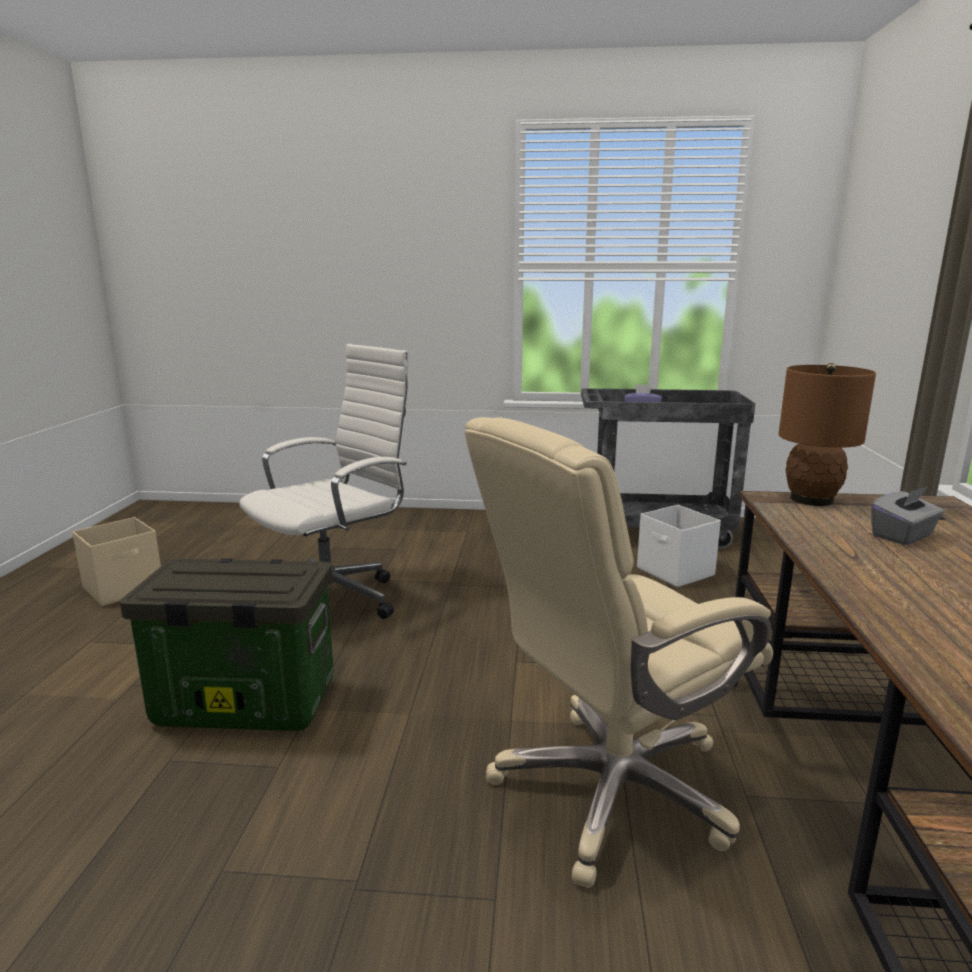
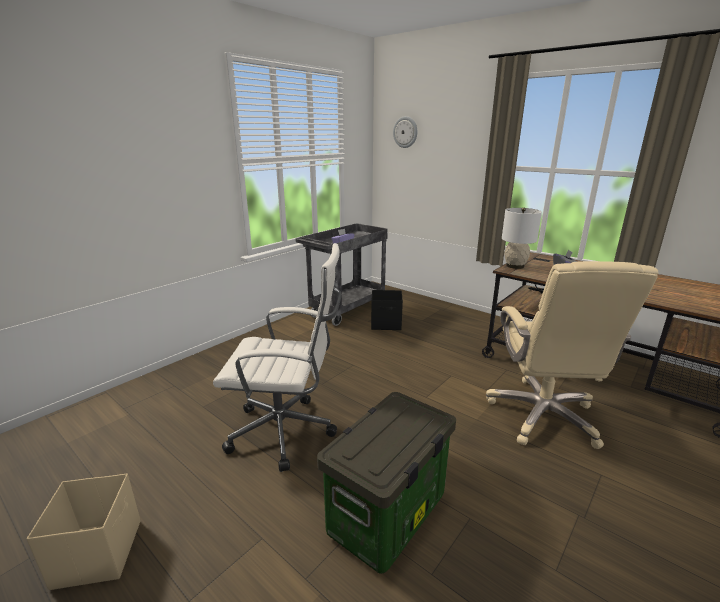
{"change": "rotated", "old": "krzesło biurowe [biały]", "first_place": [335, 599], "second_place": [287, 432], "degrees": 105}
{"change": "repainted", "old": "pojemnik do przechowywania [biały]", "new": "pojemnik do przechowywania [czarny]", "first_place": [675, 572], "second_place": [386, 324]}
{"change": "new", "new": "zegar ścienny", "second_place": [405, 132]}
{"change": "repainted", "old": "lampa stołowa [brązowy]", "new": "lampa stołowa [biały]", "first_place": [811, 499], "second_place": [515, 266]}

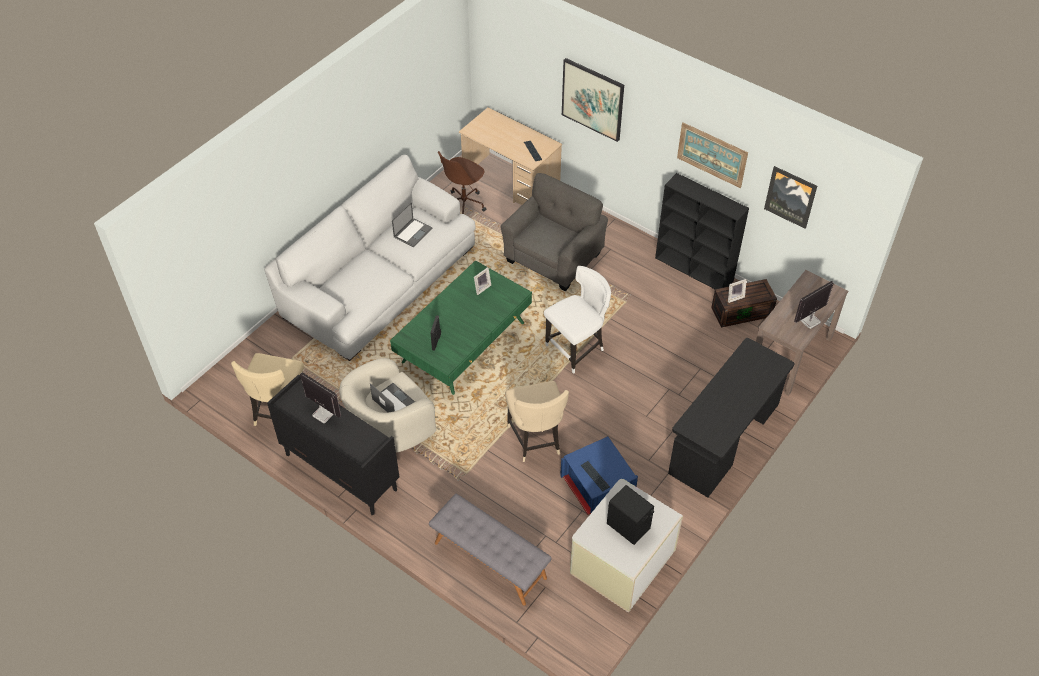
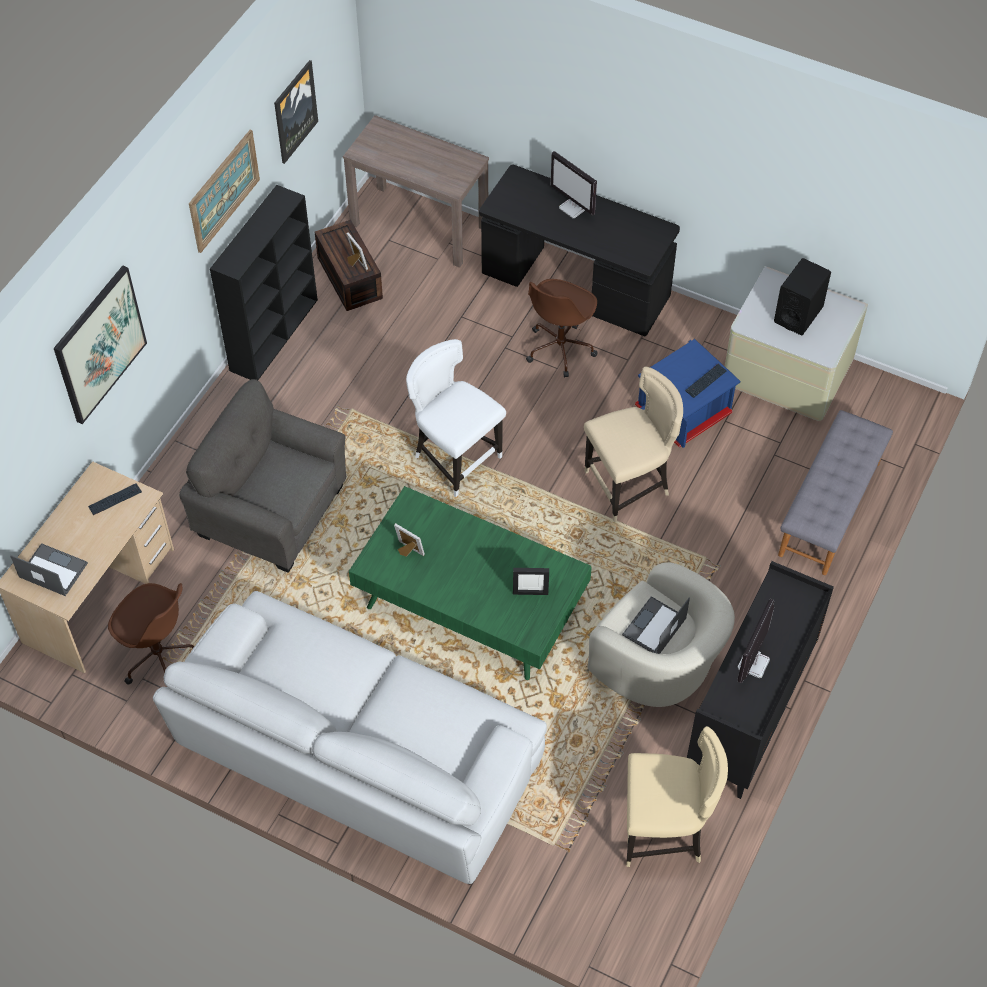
{"change": "shifted", "old": "laptop", "first_place": [413, 232], "second_place": [52, 570]}
{"change": "new", "new": "krzesło biurowe [brązowy]", "second_place": [559, 351]}
{"change": "shifted", "old": "monitor", "first_place": [810, 321], "second_place": [573, 208]}

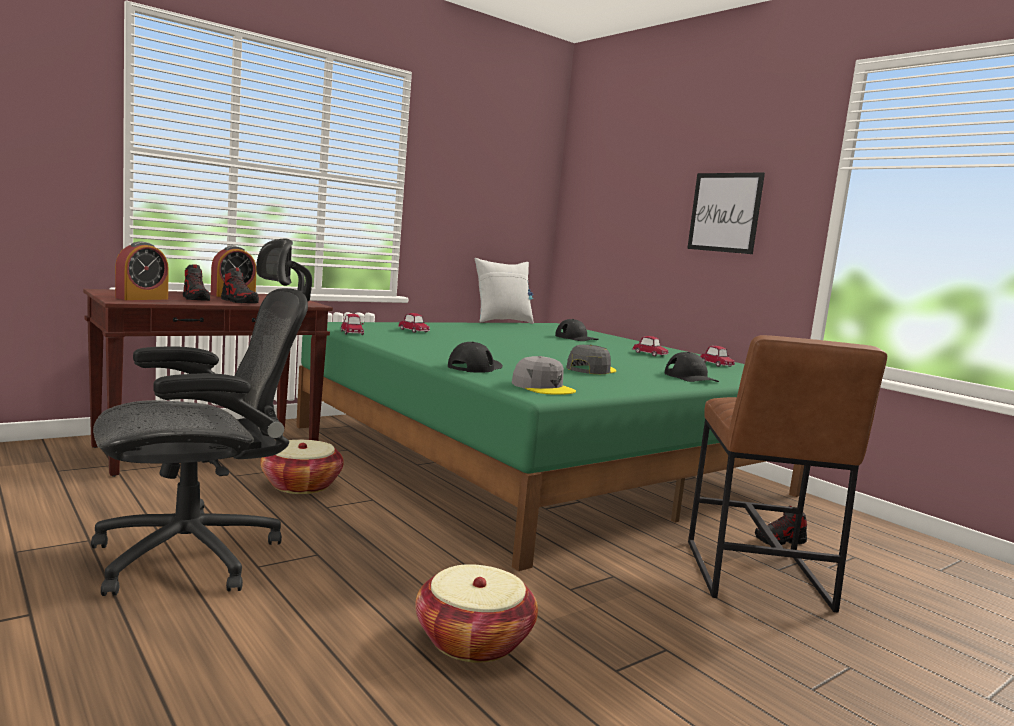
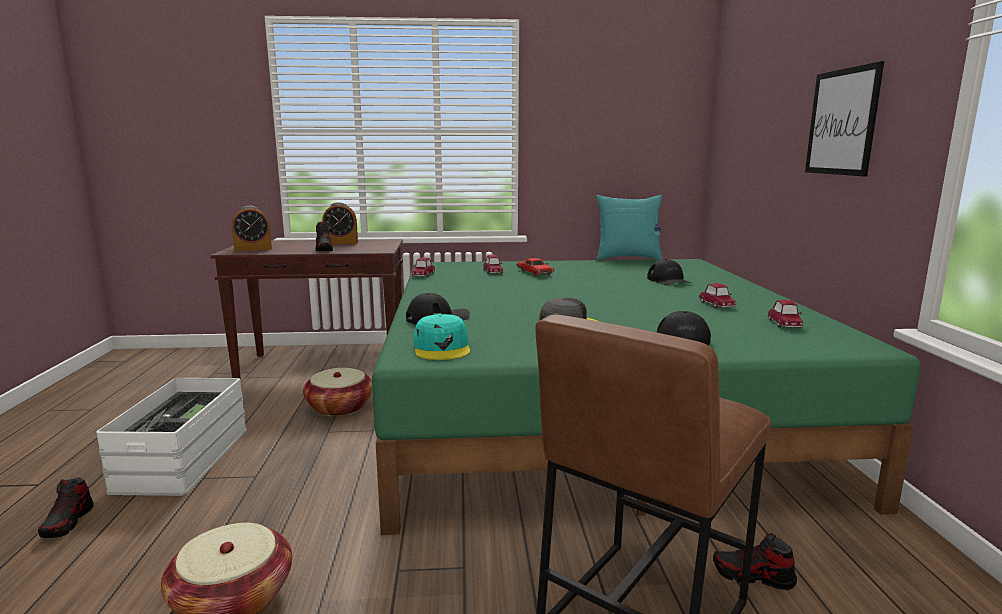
{"change": "shifted", "old": "but", "first_place": [195, 298], "second_place": [68, 522]}
{"change": "swapped", "old": "krzesło biurowe", "new": "pojemnik do przechowywania [biały]", "first_place": [198, 555], "second_place": [184, 458]}
{"change": "repainted", "old": "czapka z daszkiem [szary]", "new": "czapka z daszkiem [turkusowy]", "first_place": [543, 387], "second_place": [442, 348]}
{"change": "new", "new": "samochodzik [czerwony]", "second_place": [534, 273]}
{"change": "repainted", "old": "poduszka [szary]", "new": "poduszka [turkusowy]", "first_place": [502, 322], "second_place": [627, 259]}

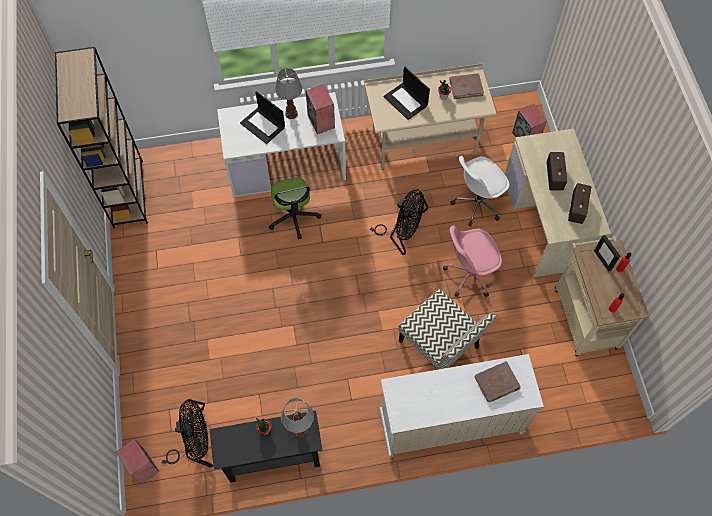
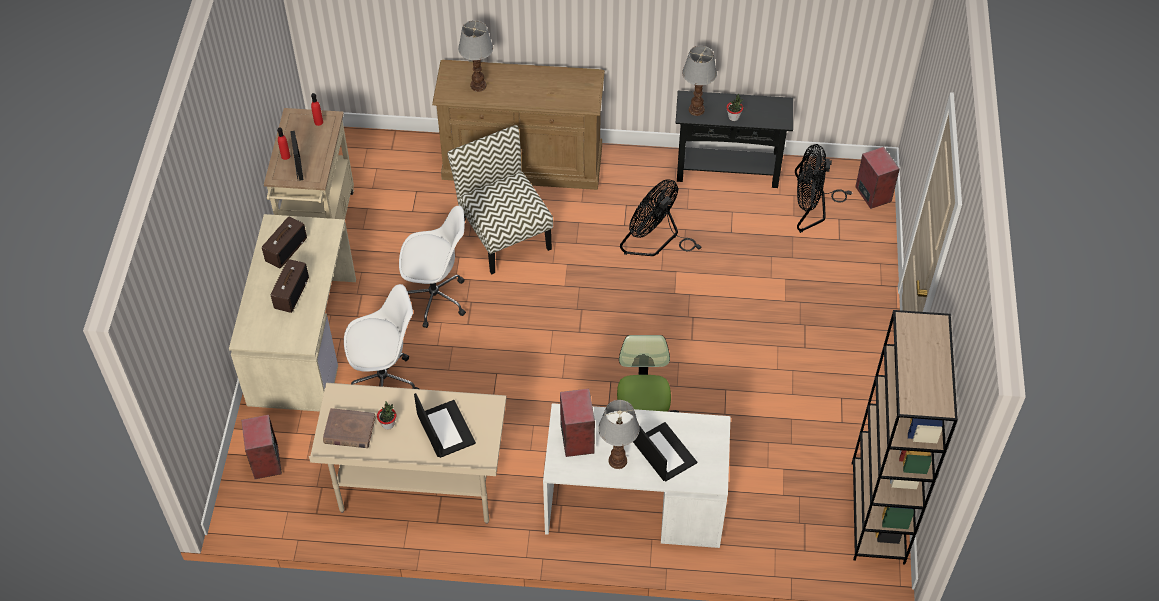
{"change": "repainted", "old": "krzesło biurowe [różowy]", "new": "krzesło biurowe [biały]", "first_place": [468, 276], "second_place": [437, 299]}
{"change": "repainted", "old": "szafka [biały]", "new": "szafka [brązowy]", "first_place": [450, 421], "second_place": [523, 163]}
{"change": "swapped", "old": "książka [brązowy]", "new": "lampa stołowa", "first_place": [497, 383], "second_place": [478, 86]}
{"change": "shifted", "old": "wentylator [czarny]", "first_place": [402, 230], "second_place": [659, 238]}

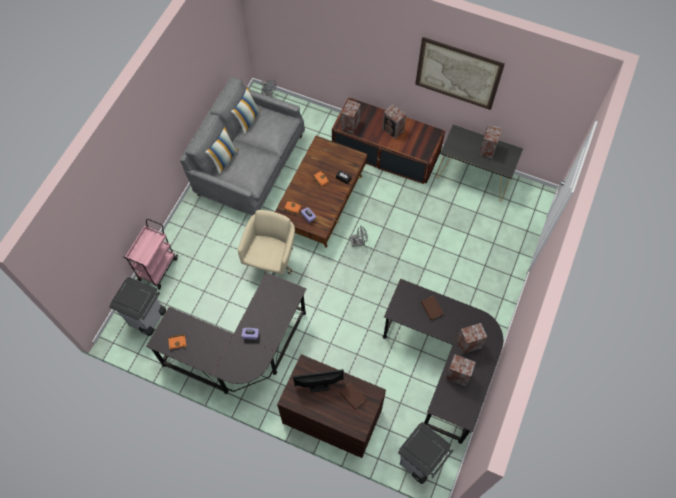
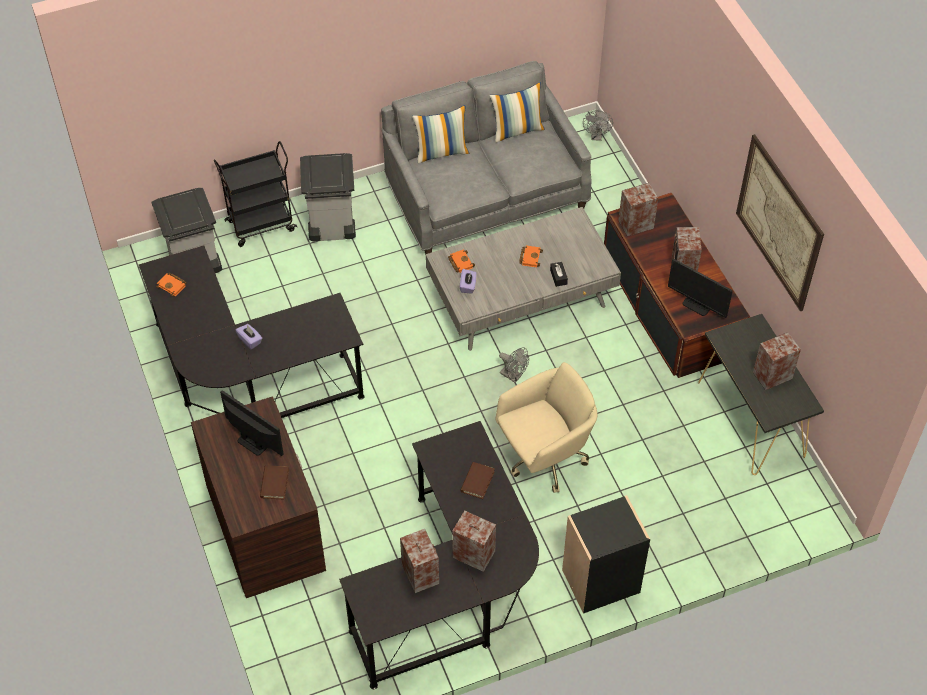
{"change": "repainted", "old": "wózek [różowy]", "new": "wózek [czarny]", "first_place": [158, 269], "second_place": [262, 225]}
{"change": "shifted", "old": "kosz na śmieci [szary]", "first_place": [419, 462], "second_place": [331, 228]}
{"change": "repainted", "old": "ława [brązowy]", "new": "ława [szary]", "first_place": [321, 202], "second_place": [521, 297]}
{"change": "shifted", "old": "krzesło biurowe [beżowy]", "first_place": [271, 263], "second_place": [543, 461]}
{"change": "new", "new": "regał [czarny]", "second_place": [600, 582]}
{"change": "new", "new": "monitor", "second_place": [697, 305]}

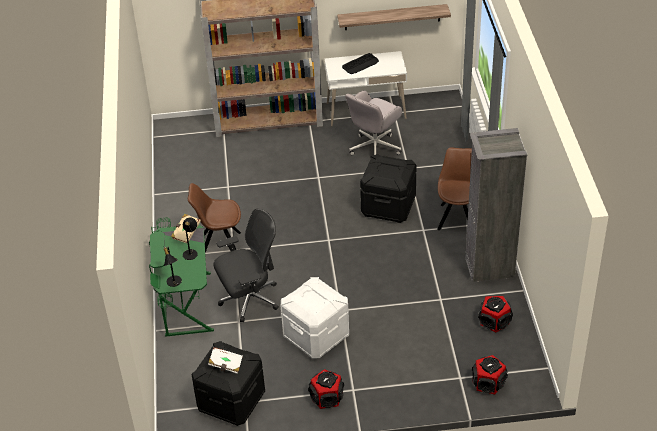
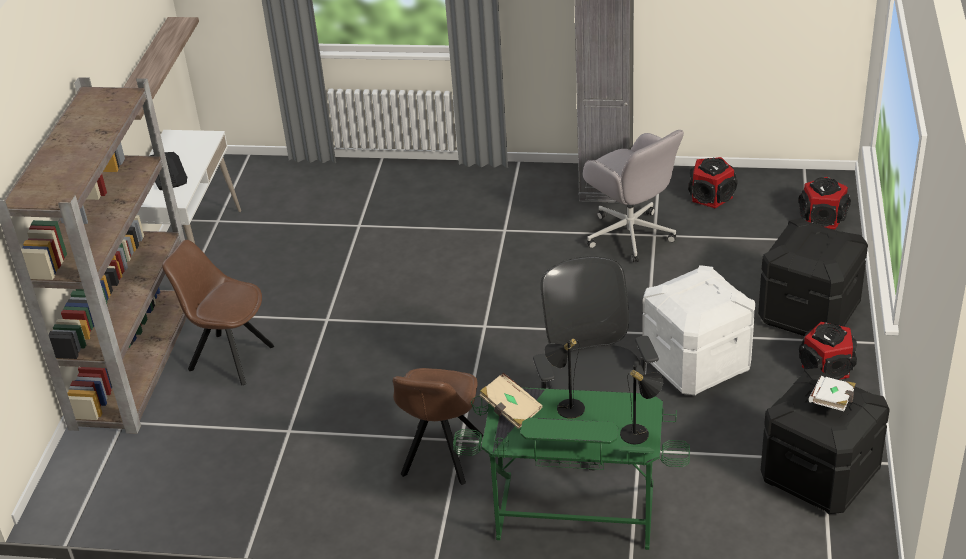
{"change": "shifted", "old": "krzesło [brązowy]", "first_place": [457, 218], "second_place": [230, 358]}
{"change": "shifted", "old": "krzesło biurowe [szary]", "first_place": [374, 149], "second_place": [630, 236]}
{"change": "shifted", "old": "pojemnik do przechowywania [czarny]", "first_place": [389, 206], "second_place": [808, 313]}

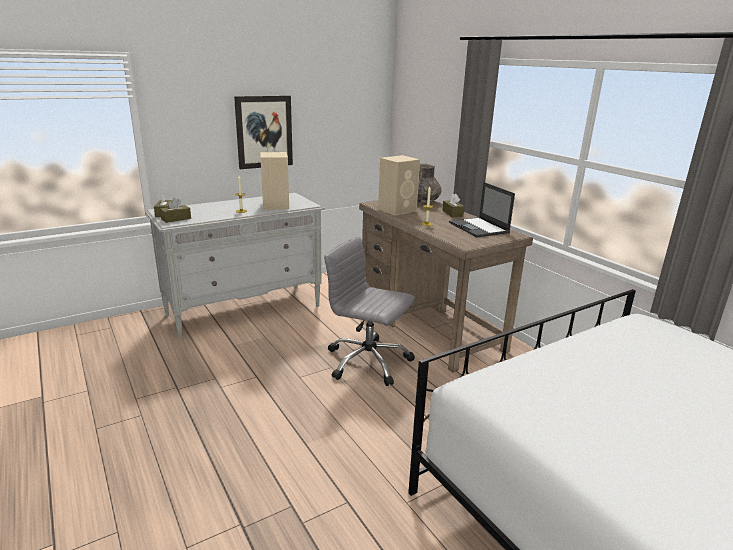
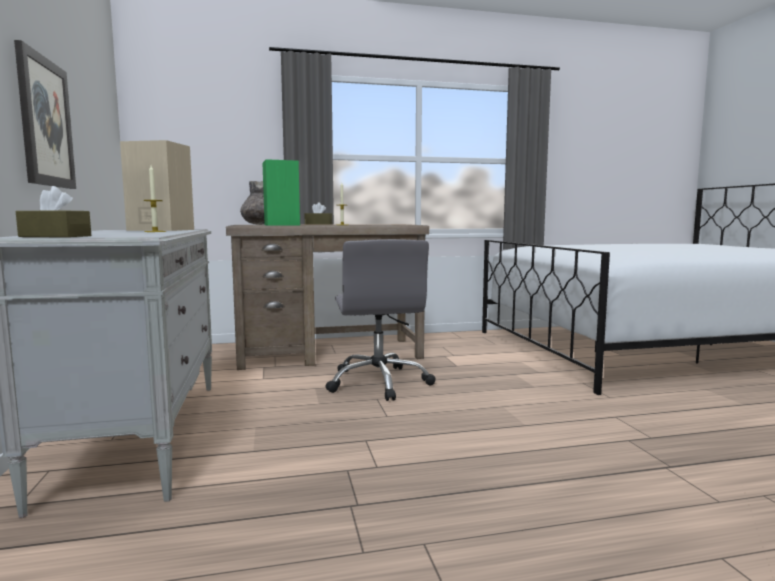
{"change": "repainted", "old": "głośnik [beżowy]", "new": "głośnik [zielony]", "first_place": [398, 210], "second_place": [281, 225]}
{"change": "rotated", "old": "krzesło biurowe [szary]", "first_place": [367, 361], "second_place": [379, 383], "degrees": -60}
{"change": "gone", "old": "pudełko chusteczek [brązowy]", "first_place": [176, 219]}
{"change": "gone", "old": "laptop", "first_place": [479, 228]}

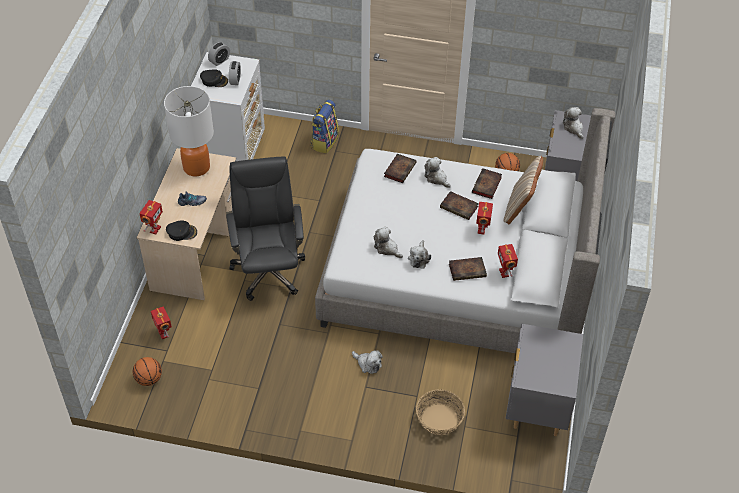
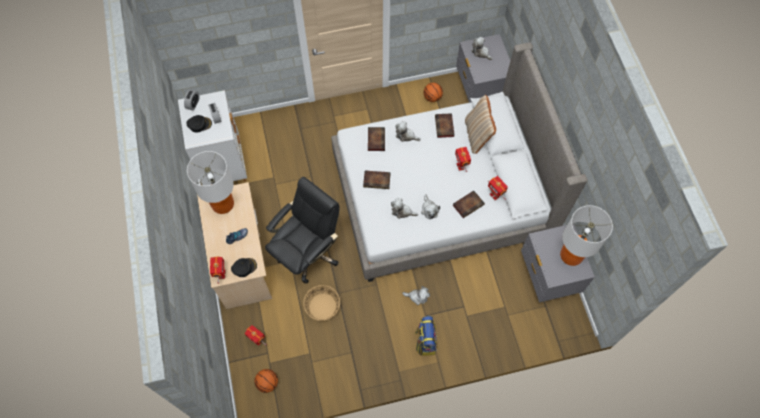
{"change": "rotated", "old": "krzesło biurowe [czarny]", "first_place": [269, 274], "second_place": [308, 255], "degrees": 75}
{"change": "shifted", "old": "koszyk", "first_place": [439, 419], "second_place": [322, 306]}
{"change": "shifted", "old": "książka", "first_place": [460, 207], "second_place": [377, 180]}
{"change": "shifted", "old": "plecak", "first_place": [324, 141], "second_place": [425, 341]}
{"change": "new", "new": "lampa stołowa", "second_place": [571, 255]}

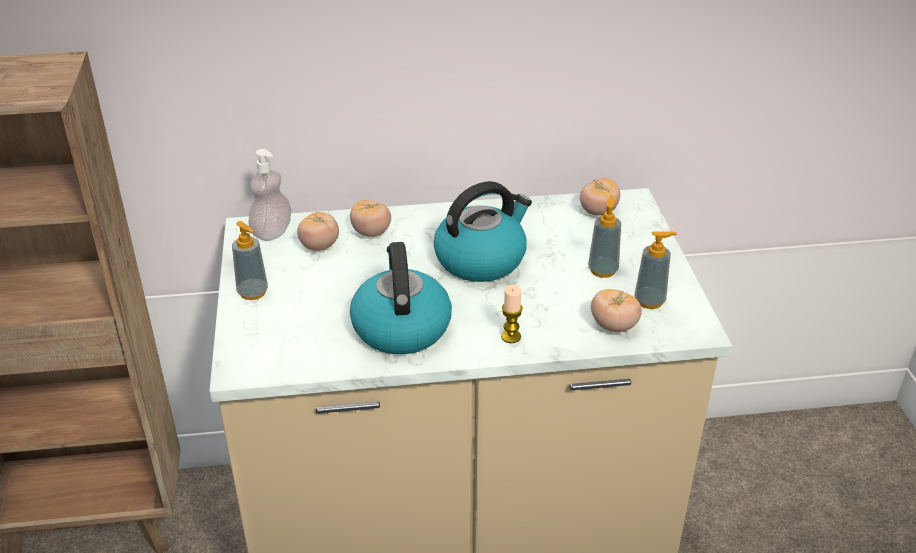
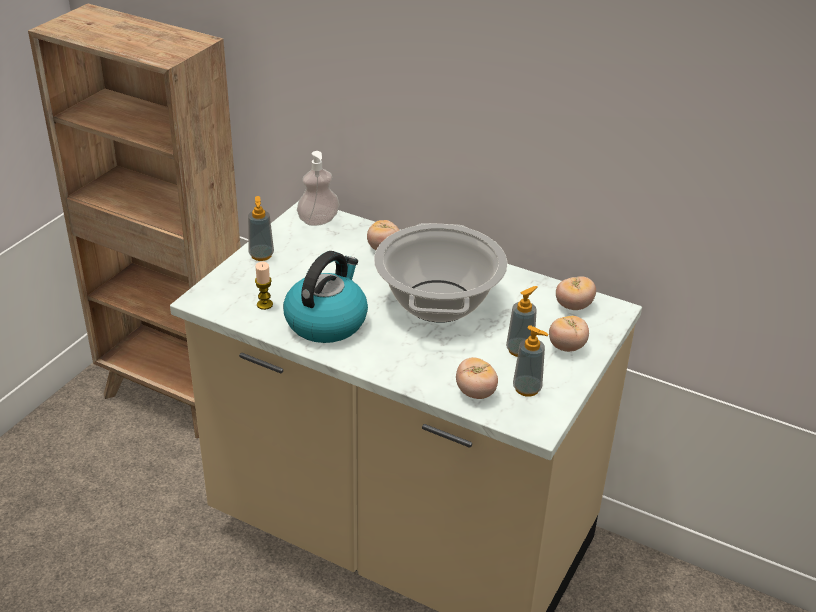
{"change": "shifted", "old": "świeca", "first_place": [511, 336], "second_place": [264, 304]}
{"change": "swapped", "old": "czajnik", "new": "garnek", "first_place": [481, 259], "second_place": [438, 301]}
{"change": "shifted", "old": "pomidor", "first_place": [319, 246], "second_place": [566, 347]}

